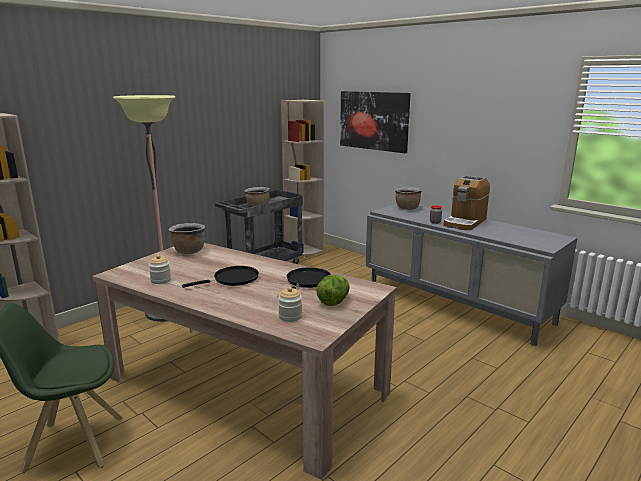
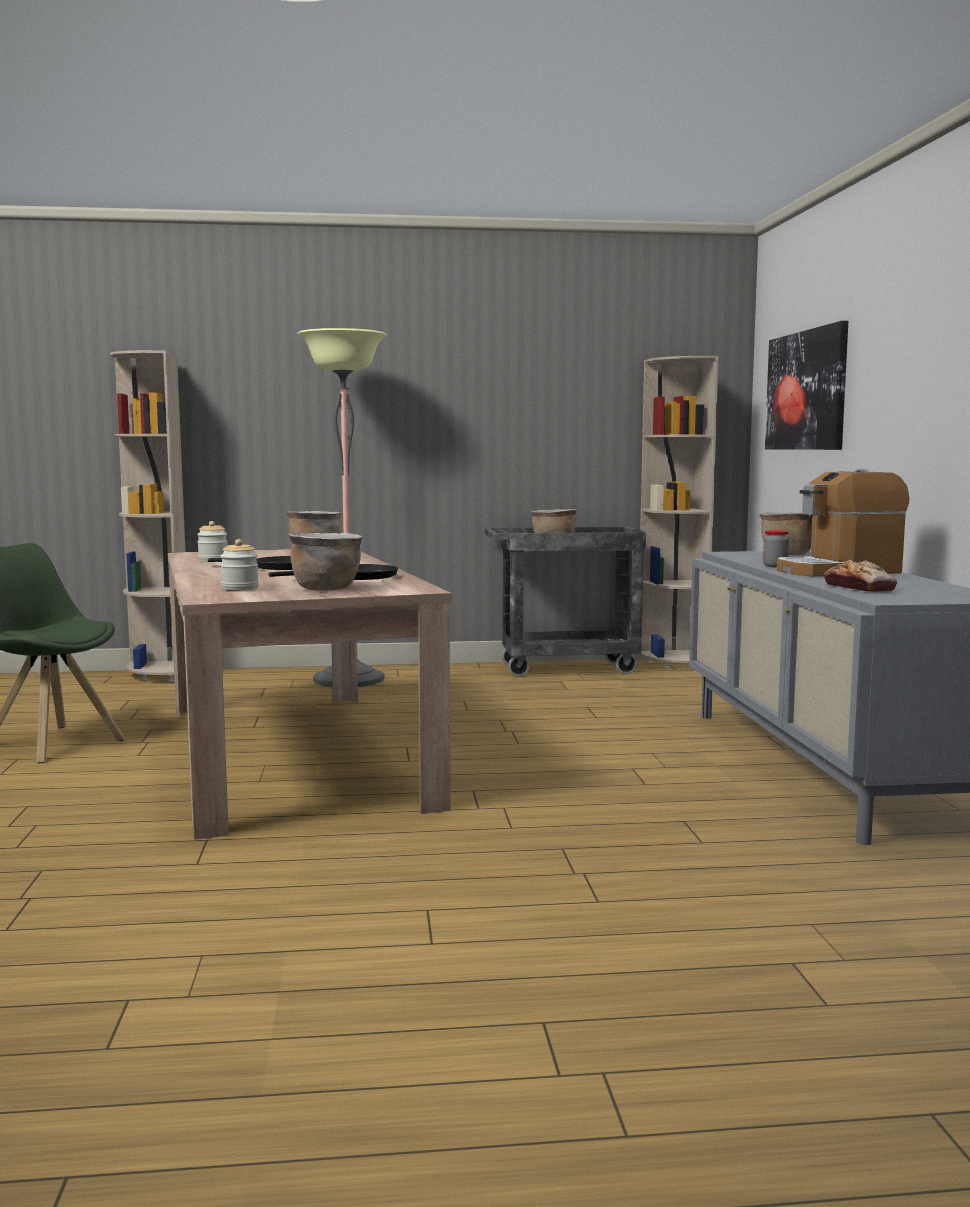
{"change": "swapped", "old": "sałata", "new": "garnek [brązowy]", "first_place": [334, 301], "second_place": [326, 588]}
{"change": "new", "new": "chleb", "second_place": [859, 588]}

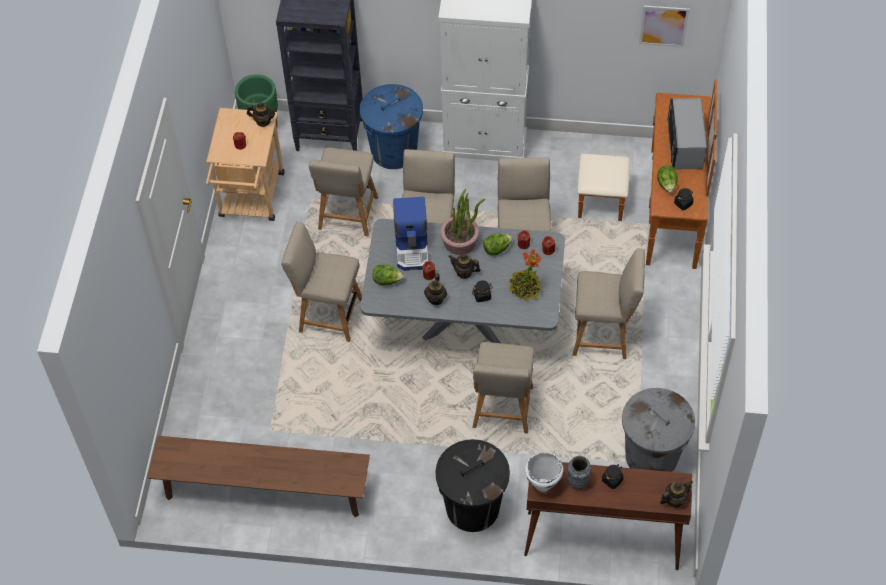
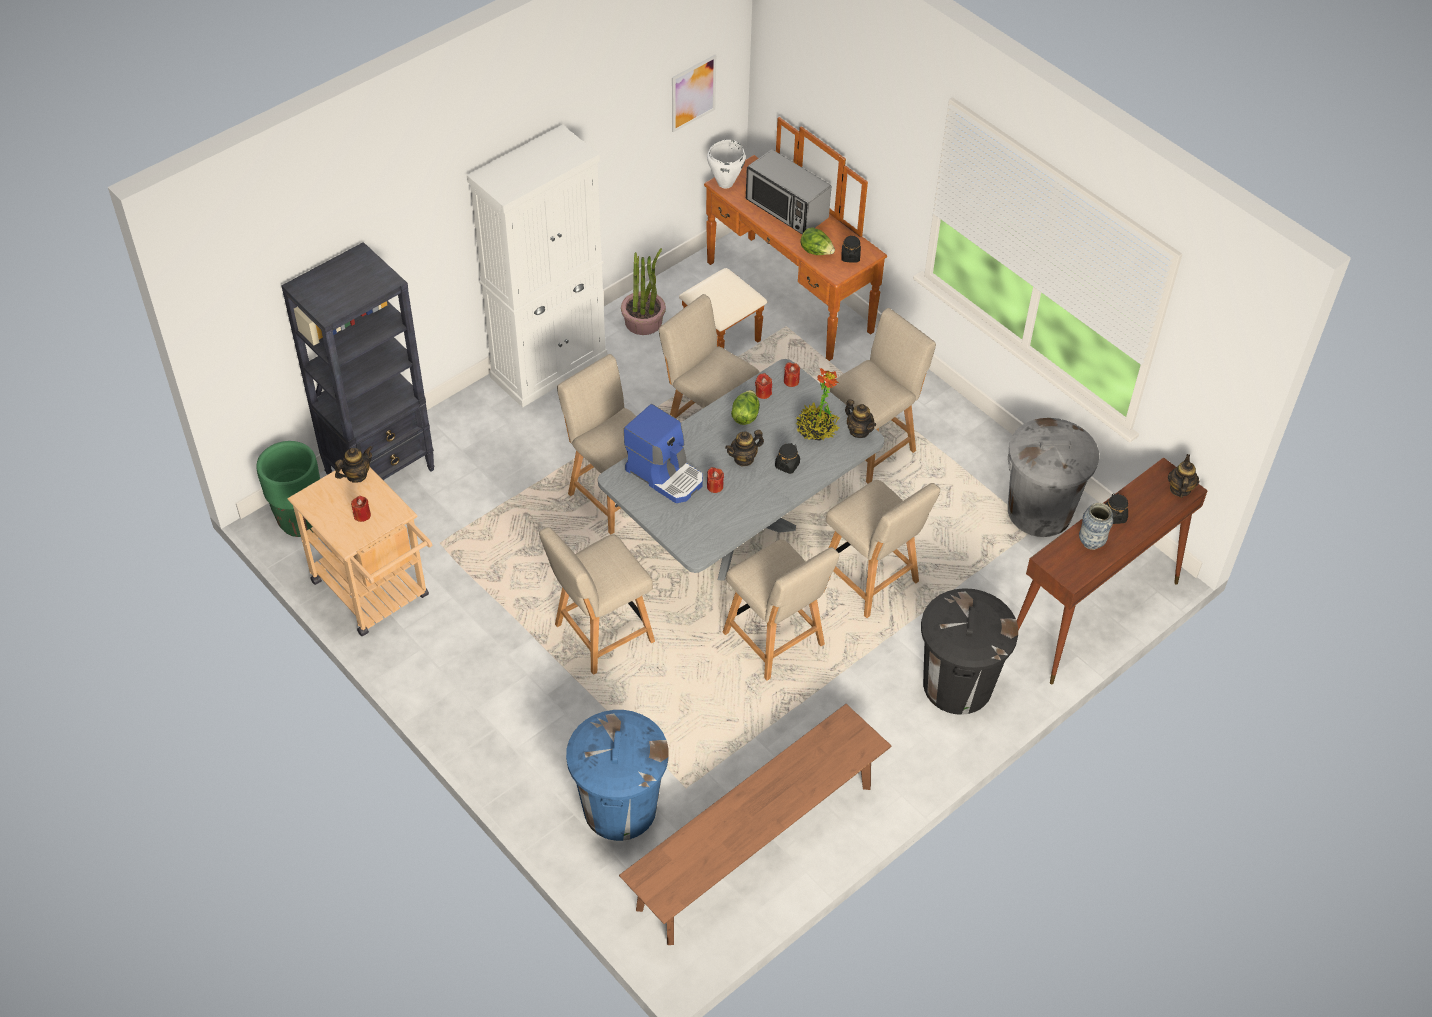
{"change": "shifted", "old": "kosz na śmieci [niebieski]", "first_place": [393, 151], "second_place": [619, 808]}
{"change": "shifted", "old": "roślina doniczkowa", "first_place": [460, 241], "second_place": [643, 321]}
{"change": "shifted", "old": "garnek [biały]", "first_place": [542, 485], "second_place": [725, 183]}
{"change": "shifted", "old": "krzesło [beżowy]", "first_place": [347, 216], "second_place": [776, 642]}
{"change": "shifted", "old": "imbryk", "first_place": [436, 298], "second_place": [859, 431]}
{"change": "gone", "old": "sałata", "first_place": [387, 280]}

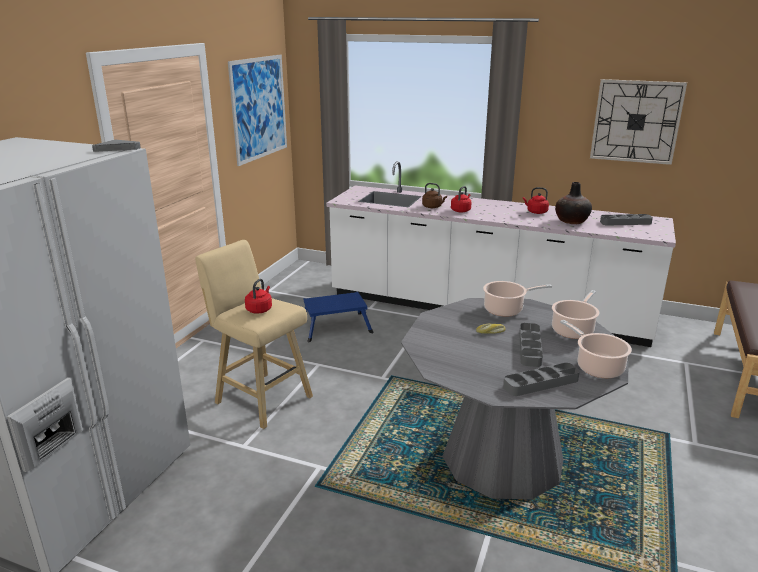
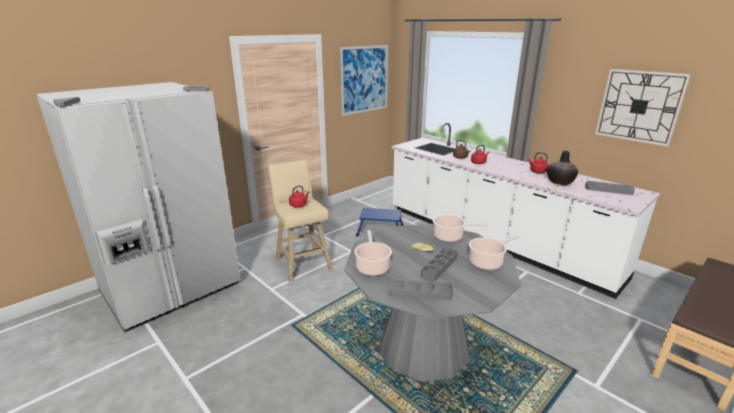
{"change": "shifted", "old": "garnek", "first_place": [597, 367], "second_place": [372, 267]}

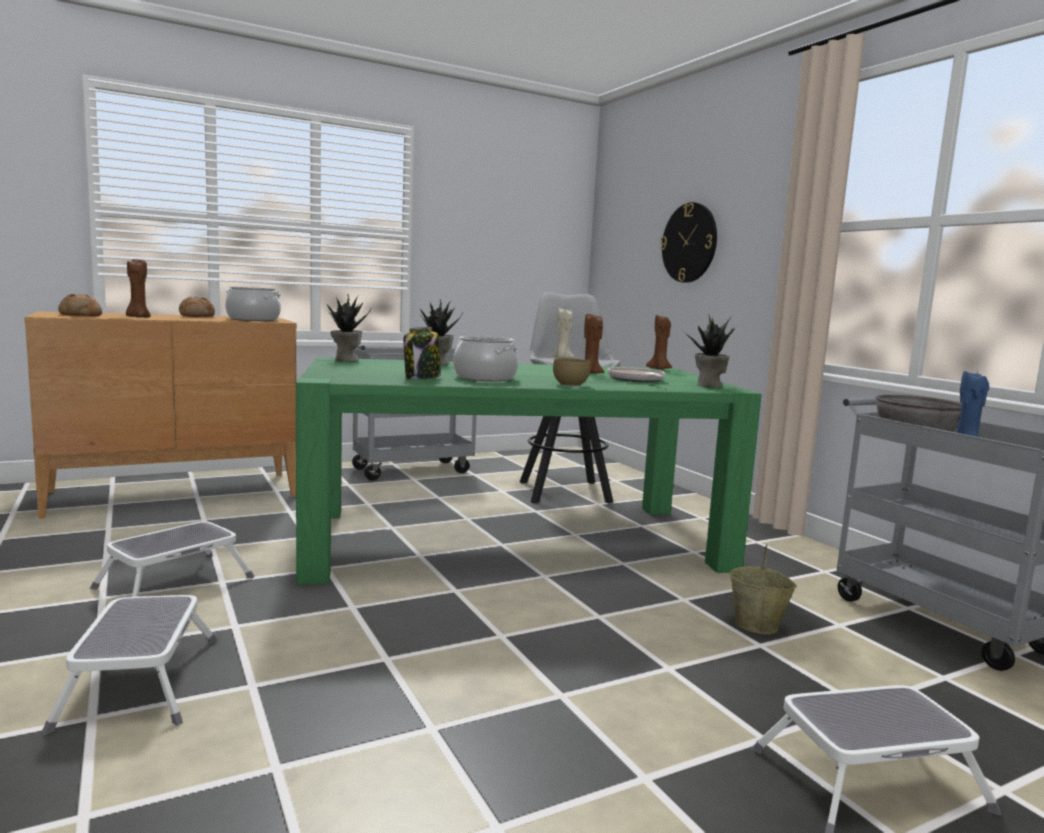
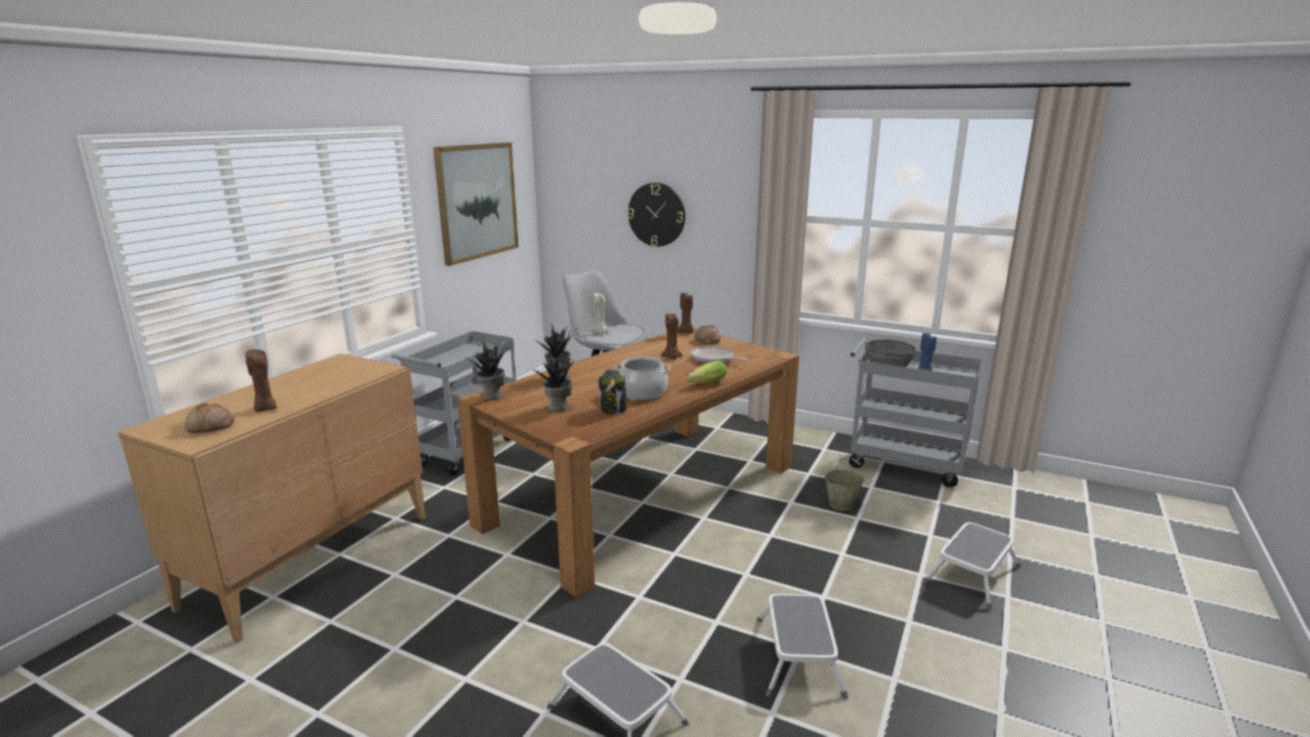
{"change": "new", "new": "obraz", "second_place": [477, 201]}
{"change": "repainted", "old": "stół jadalny [zielony]", "new": "stół jadalny [brązowy]", "first_place": [512, 539], "second_place": [642, 494]}
{"change": "shifted", "old": "roślina doniczkowa", "first_place": [708, 385], "second_place": [558, 407]}
{"change": "swapped", "old": "miska [brązowy]", "new": "sałata", "first_place": [571, 385], "second_place": [705, 384]}
{"change": "shifted", "old": "chleb", "first_place": [196, 316], "second_place": [707, 341]}
{"change": "shifted", "old": "drabinka [szary]", "first_place": [175, 583], "second_place": [799, 656]}
{"change": "gone", "old": "garnek", "first_place": [253, 319]}

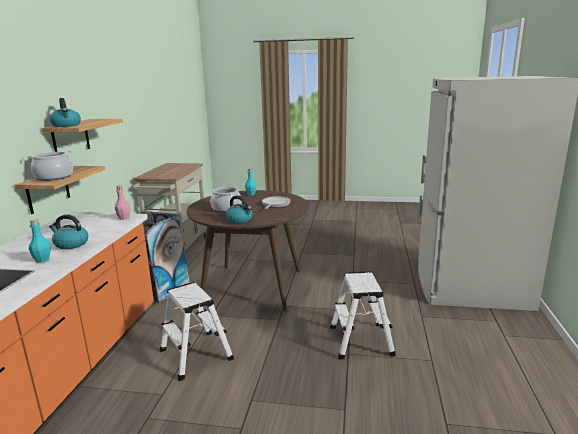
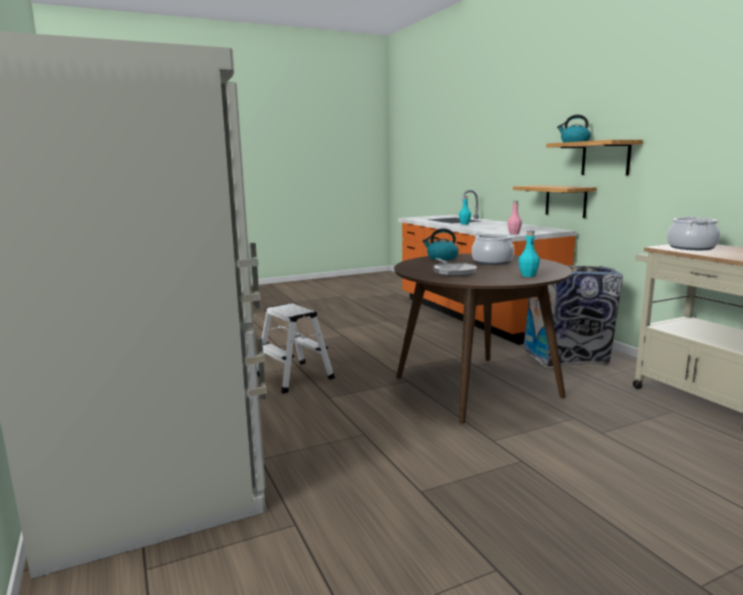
{"change": "shifted", "old": "garnek", "first_place": [54, 177], "second_place": [691, 247]}
{"change": "gone", "old": "czajnik", "first_place": [71, 244]}
{"change": "gone", "old": "drabinka [biały]", "first_place": [196, 354]}

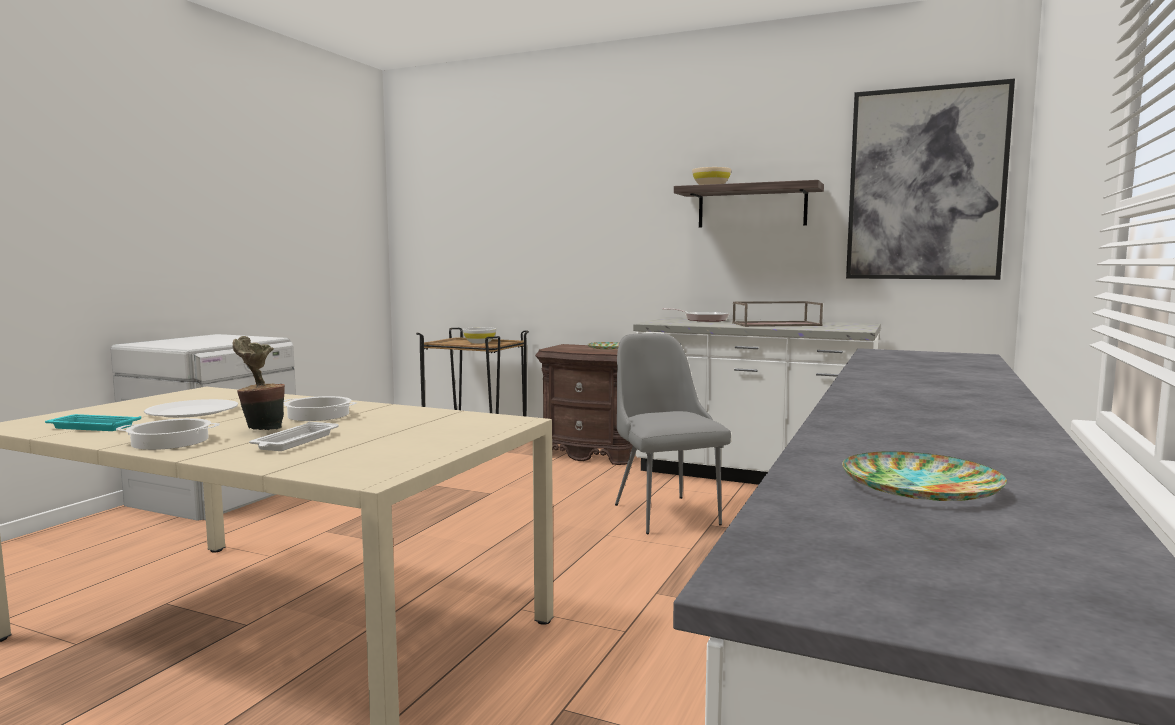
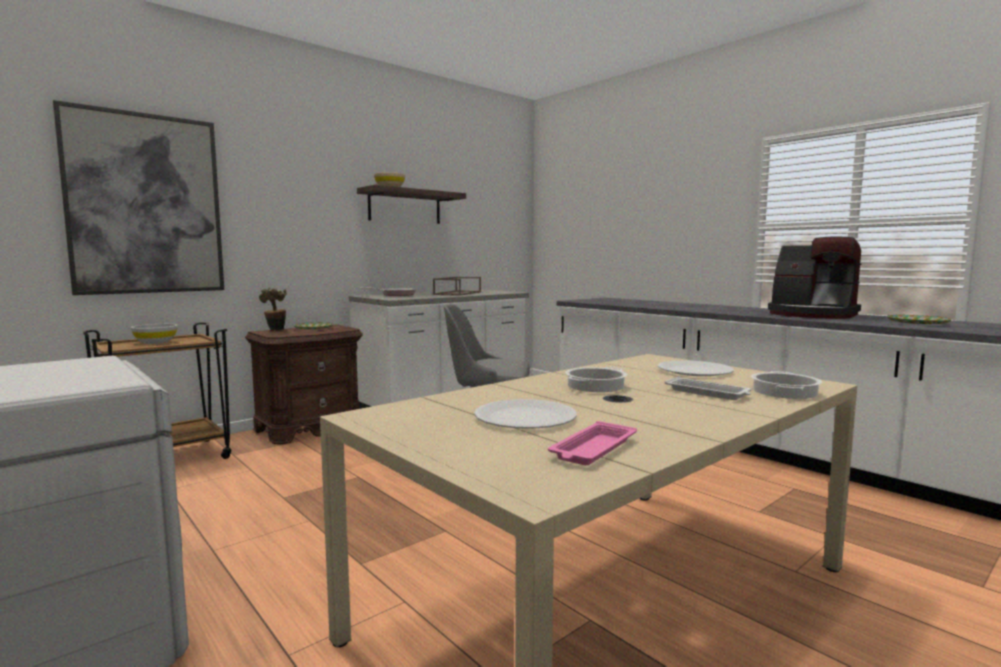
{"change": "shifted", "old": "obraz", "first_place": [925, 184], "second_place": [145, 204]}
{"change": "shifted", "old": "roślina doniczkowa", "first_place": [261, 429], "second_place": [275, 330]}
{"change": "repainted", "old": "taca [turkusowy]", "new": "taca [różowy]", "first_place": [92, 427], "second_place": [593, 450]}
{"change": "new", "new": "talerz [biały]", "second_place": [695, 371]}
{"change": "shifted", "old": "garnek", "first_place": [171, 441], "second_place": [784, 392]}
{"change": "new", "new": "ekspres do kawy", "second_place": [812, 315]}

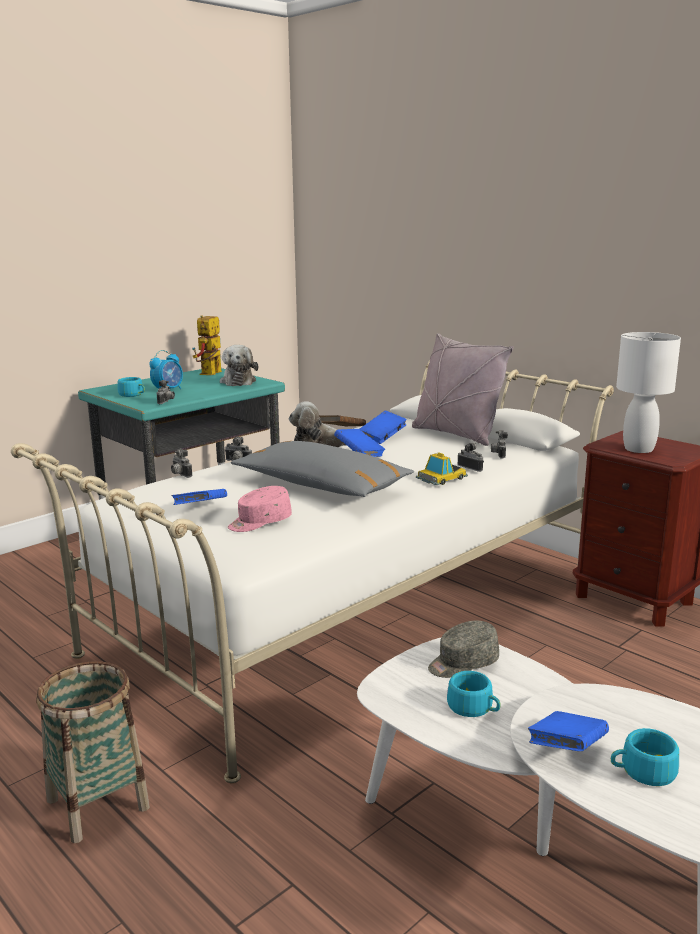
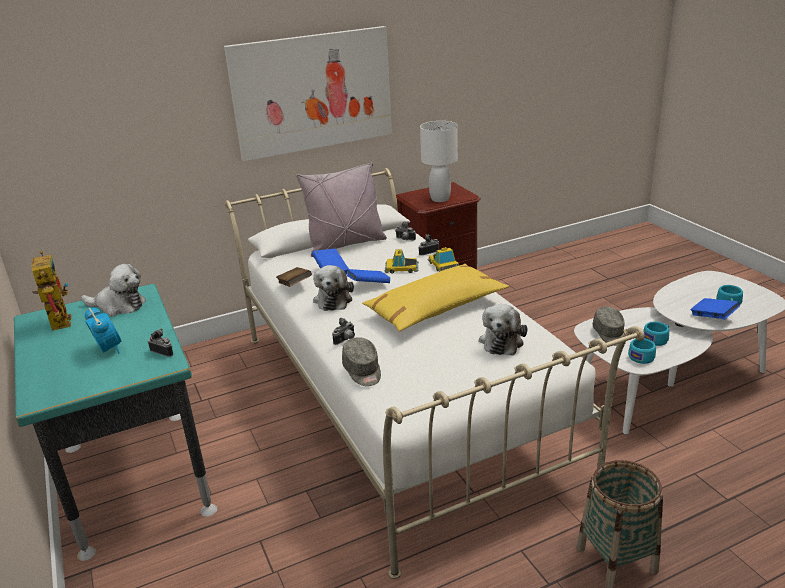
{"change": "rotated", "old": "robot zabawkowy", "first_place": [210, 374], "second_place": [58, 320], "degrees": -150}
{"change": "new", "new": "obraz", "second_place": [312, 92]}
{"change": "swapped", "old": "aparat fotograficzny", "new": "czapka z daszkiem [szary]", "first_place": [180, 475], "second_place": [363, 371]}
{"change": "repainted", "old": "poduszka [szary]", "new": "poduszka [żółty]", "first_place": [321, 486], "second_place": [435, 308]}
{"change": "new", "new": "samochodzik", "second_place": [401, 268]}
{"change": "swapped", "old": "czapka z daszkiem [różowy]", "new": "pluszak", "first_place": [259, 522], "second_place": [502, 341]}
{"change": "shifted", "old": "filiżanka [turkusowy]", "first_place": [133, 395], "second_place": [643, 356]}
{"change": "gone", "old": "książka [niebieski]", "first_place": [200, 510]}

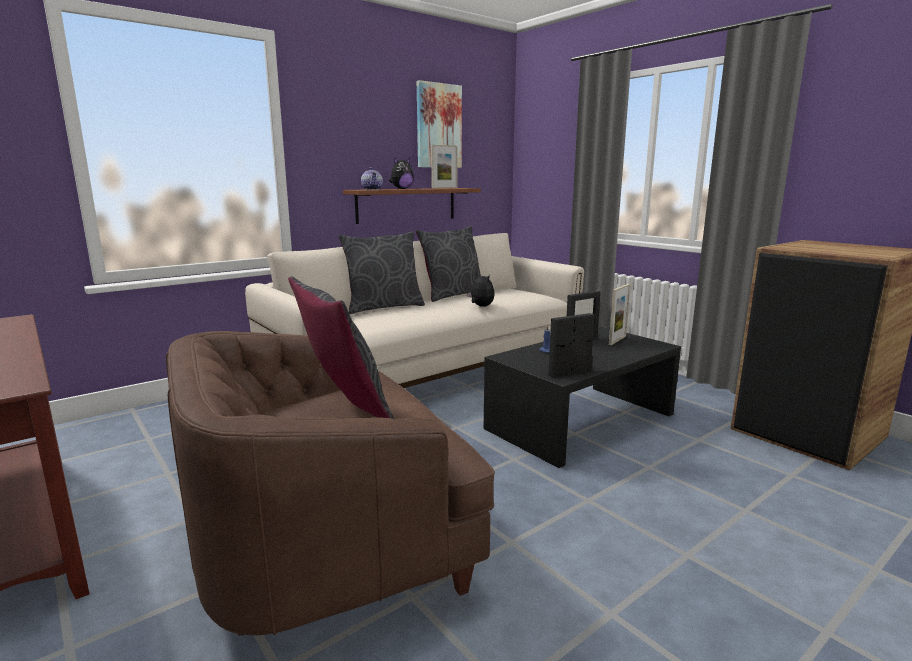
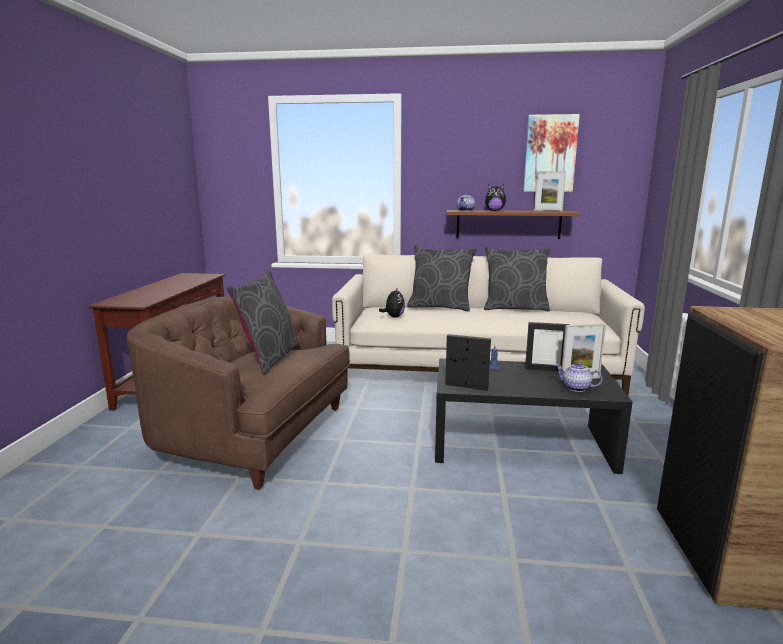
{"change": "shifted", "old": "pluszak", "first_place": [481, 306], "second_place": [393, 317]}
{"change": "new", "new": "imbryk", "second_place": [576, 388]}

